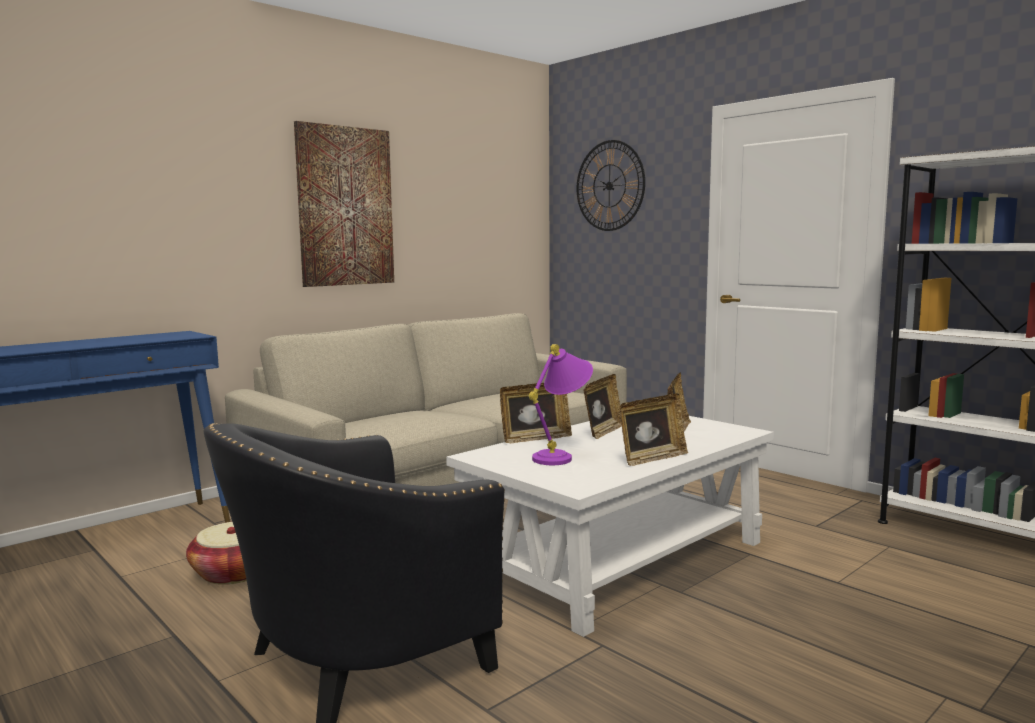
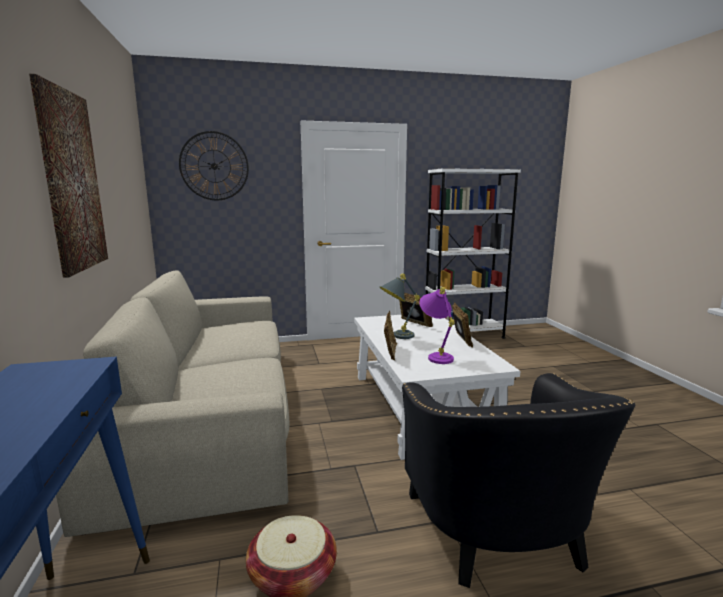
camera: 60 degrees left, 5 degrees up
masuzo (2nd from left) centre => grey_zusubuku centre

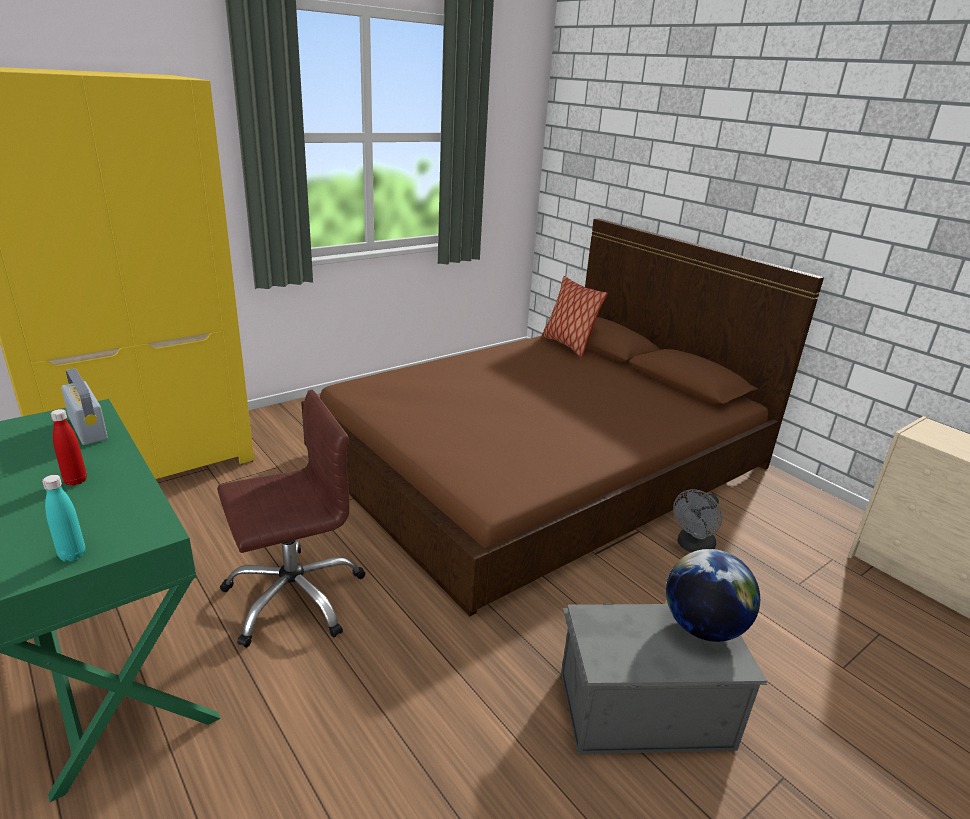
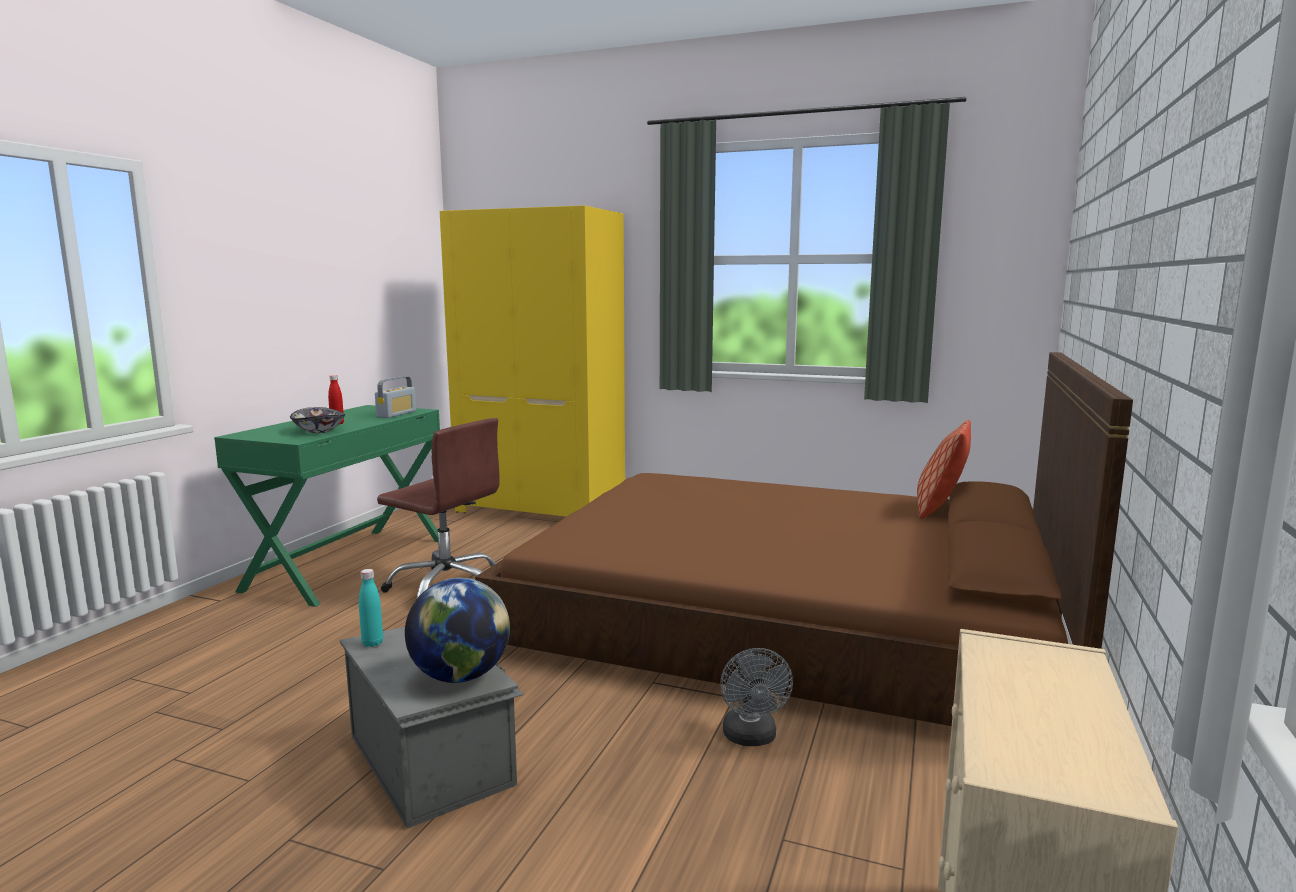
camera: 60 degrees right, 15 degrees down
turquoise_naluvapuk middle left => turquoise_naluvapuk bottom left, moved
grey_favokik middle right => grey_favokik bottom centre, 105 degrees counterclockwise
nothing => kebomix middle left

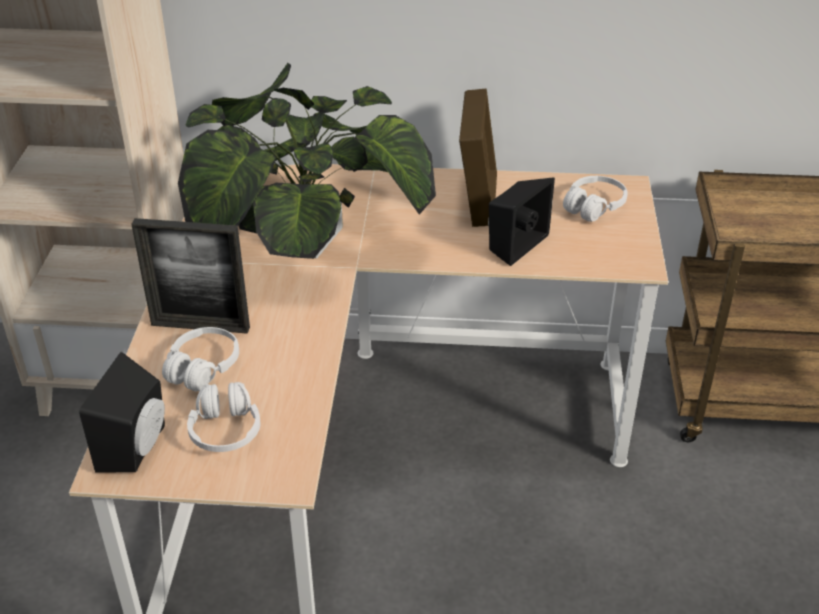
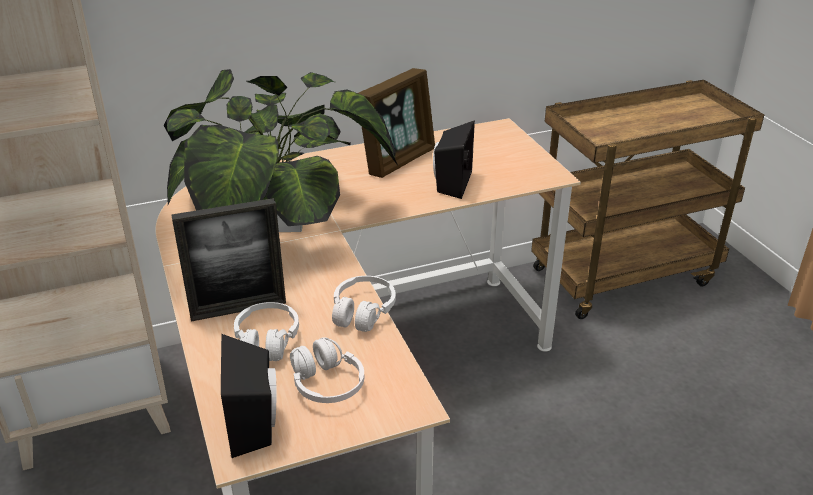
camera: 25 degrees left, 5 degrees down
masuzo (2nd from left) top centre, 60 degrees clockwise
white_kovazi (3rd from left) top right => white_kovazi (3rd from left) centre, moved

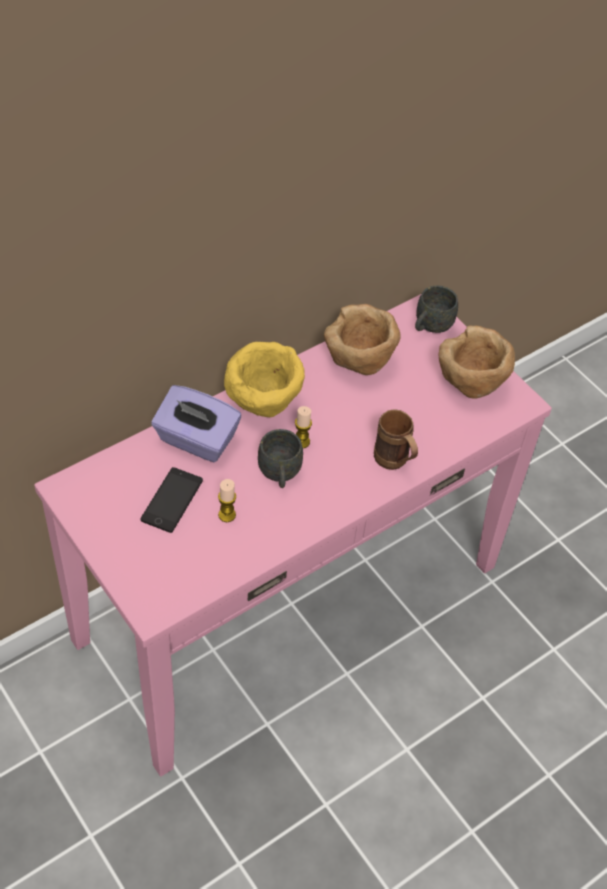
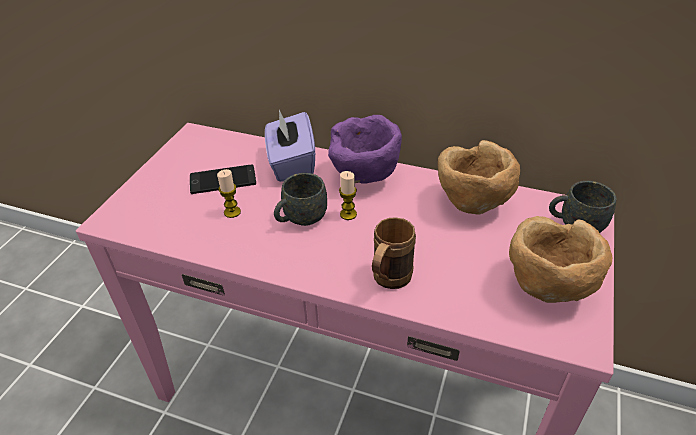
camera: 60 degrees right, 10 degrees down
yellow_kebomix centre => purple_kebomix centre

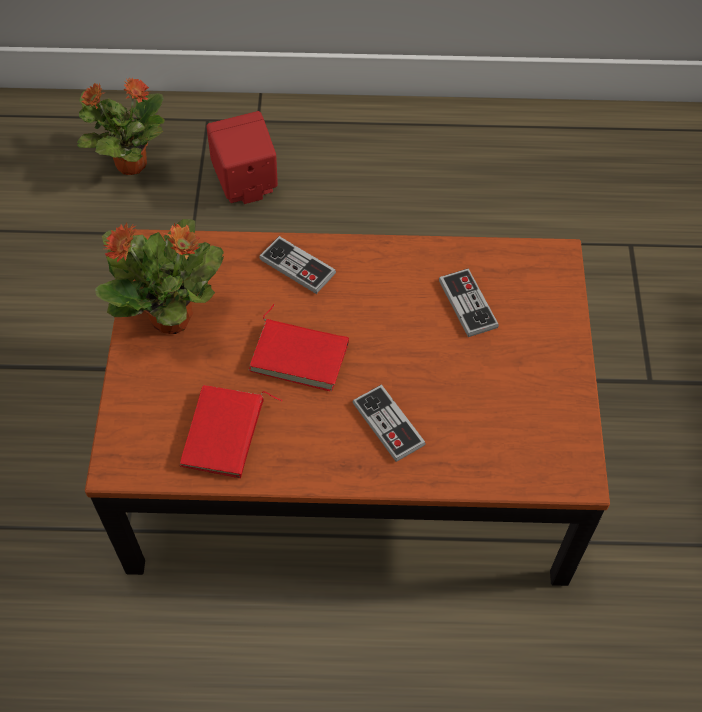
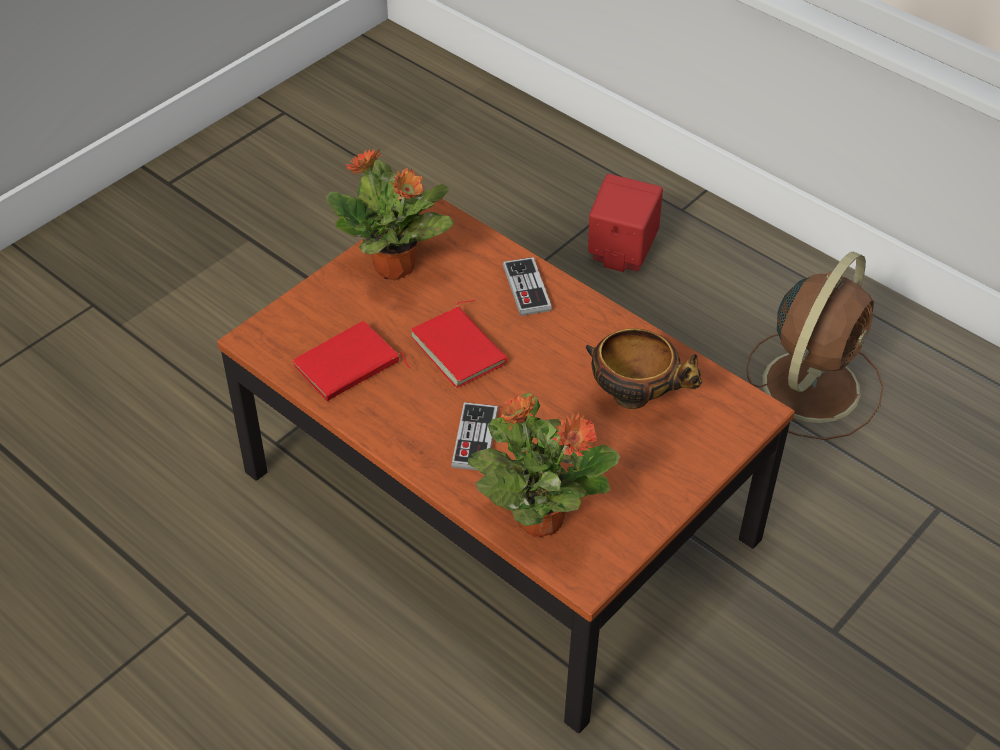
camera: 40 degrees right, 10 degrees down
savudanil (1st from left in the first image) top left => savudanil (2nd from left) centre, moved
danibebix (3rd from left) middle right => kebomix centre
nothing => brown_favokik middle right

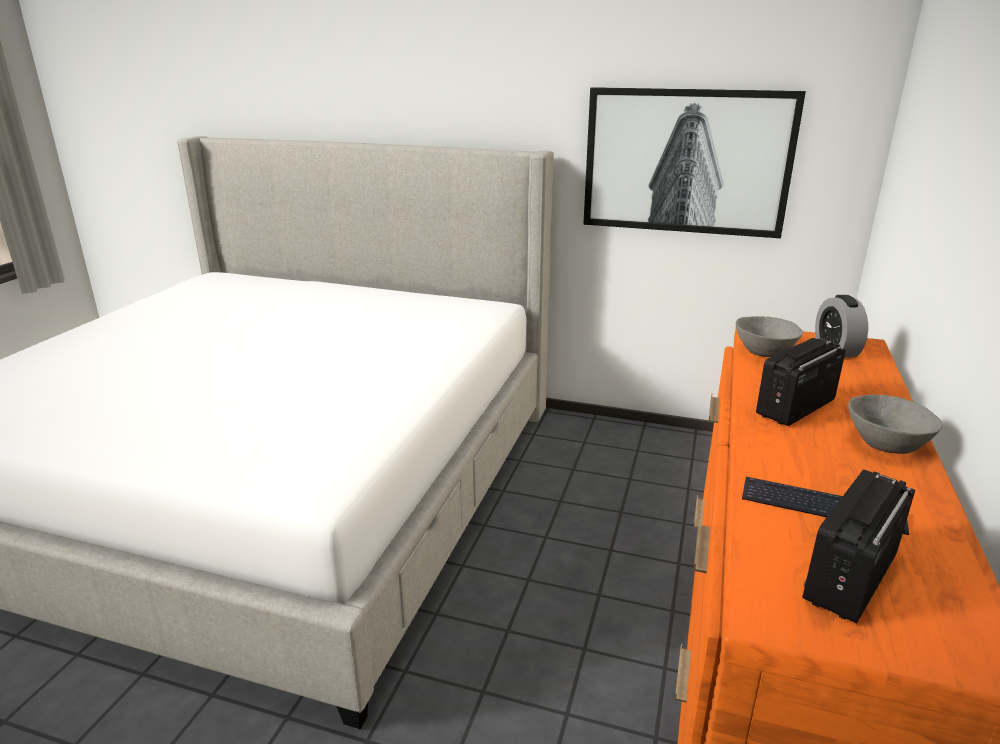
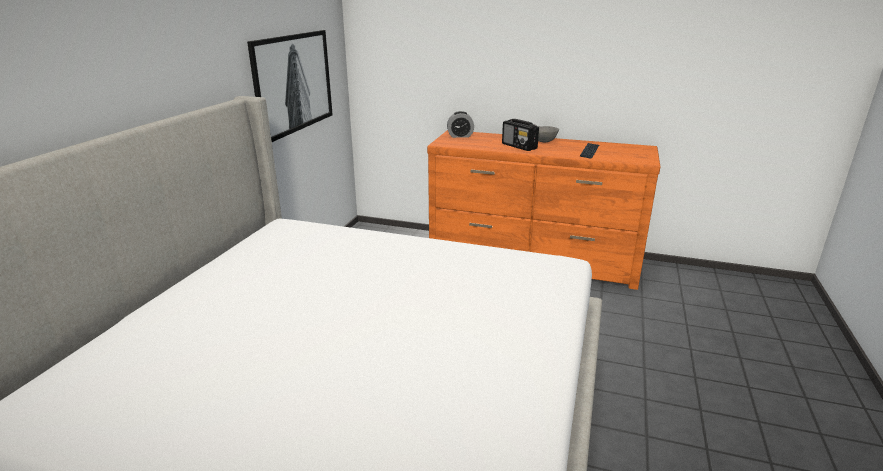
camera: 90 degrees left, 0 degrees up
grey_kebomix (1st from left) middle right => nothing
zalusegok (2nd from left) bottom right => nothing

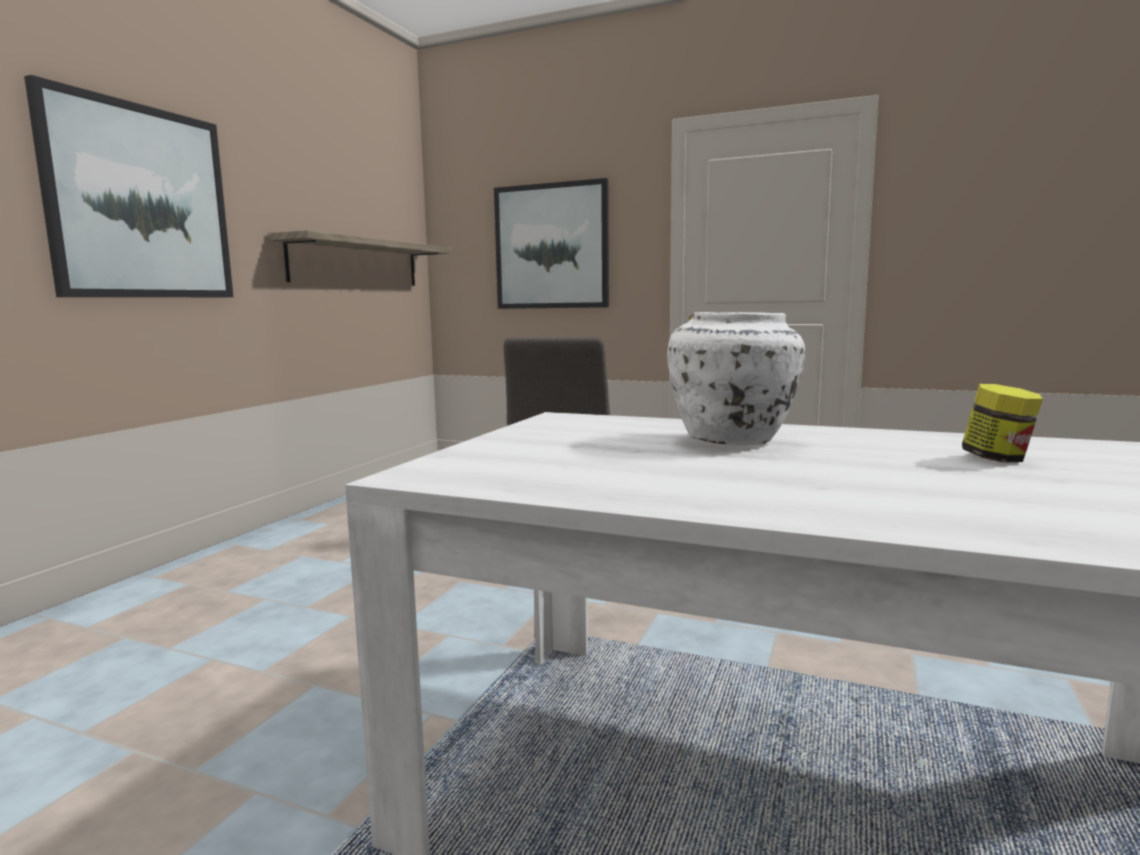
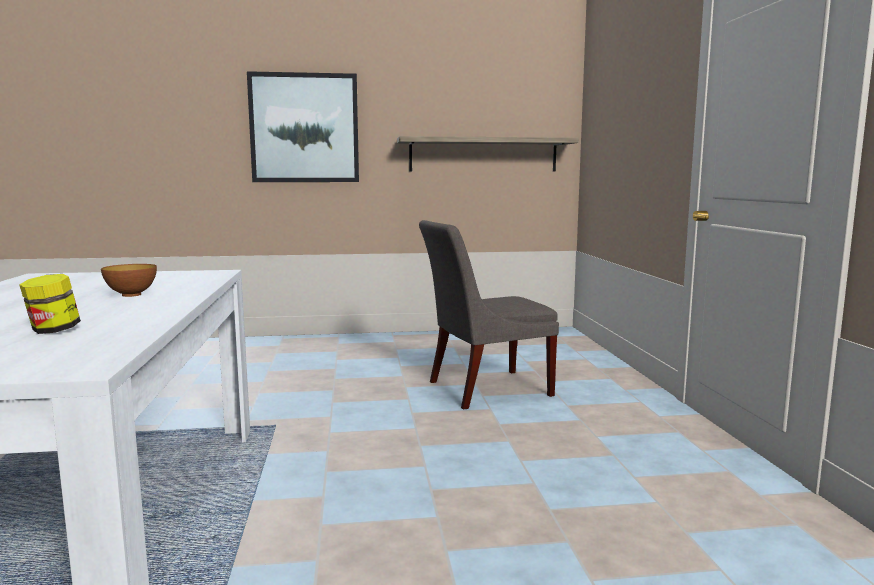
camera: 60 degrees right, 0 degrees up
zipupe (2nd from left) top centre => nothing
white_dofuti centre => kebomix middle left

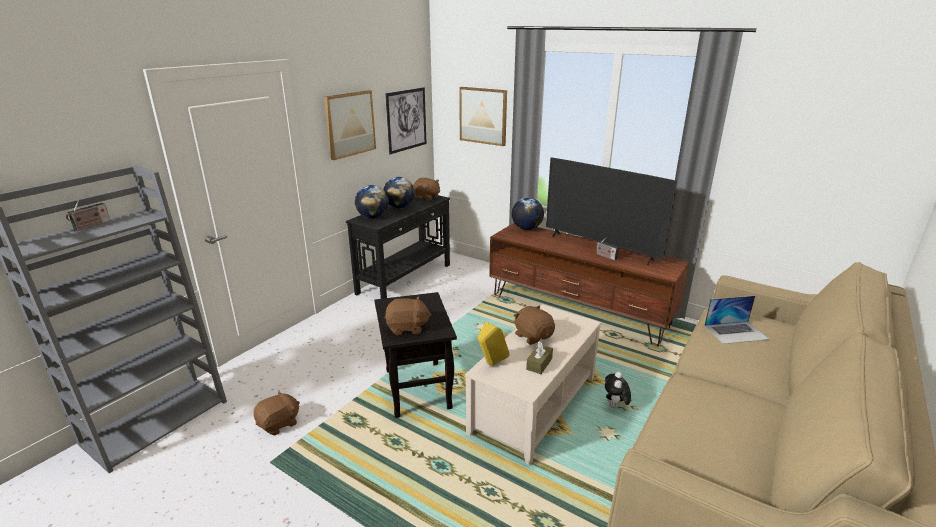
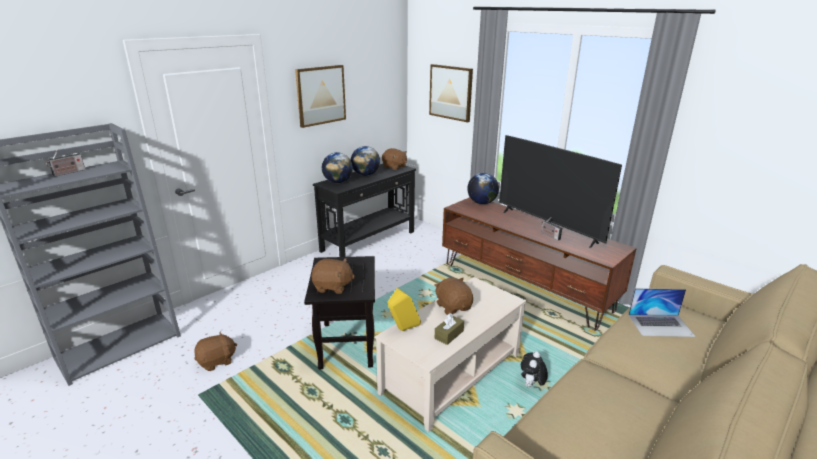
camera: 10 degrees right, 0 degrees up
zipupe (2nd from left) top centre => nothing

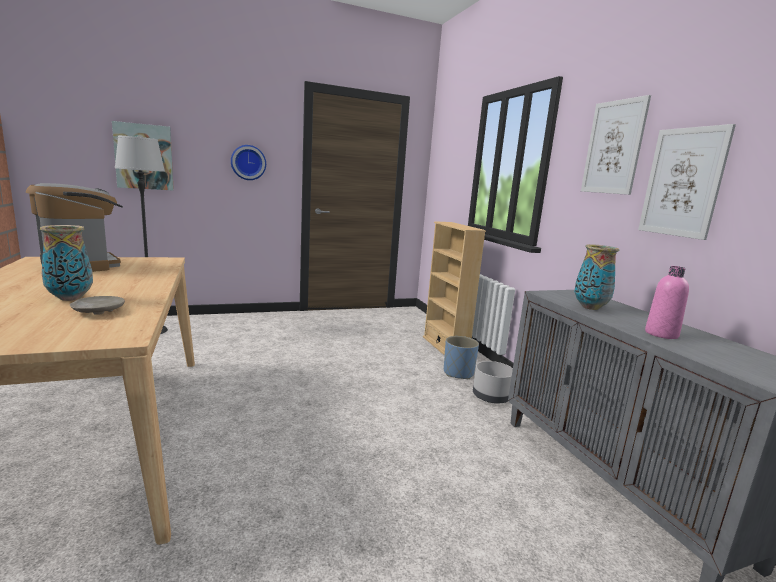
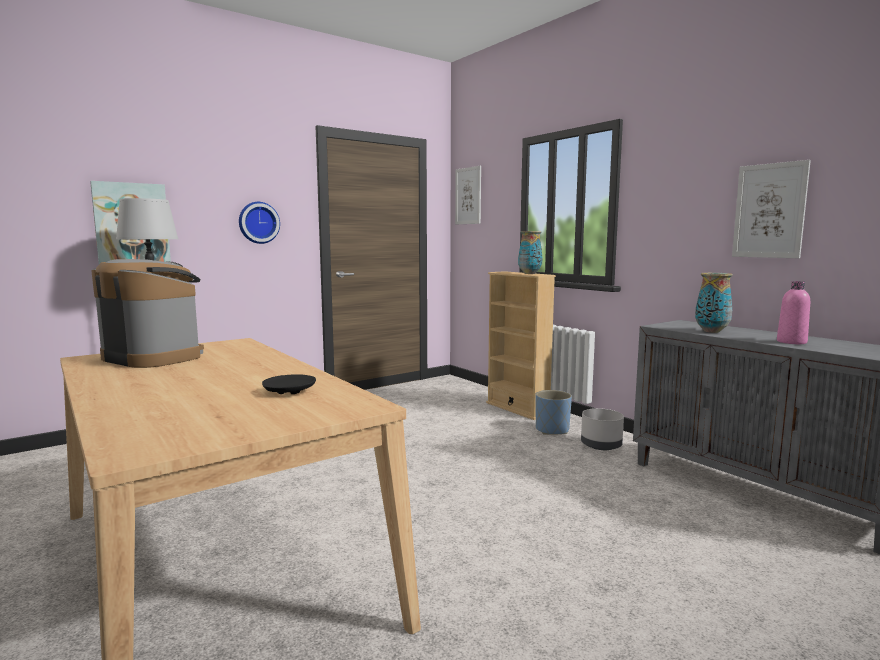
camera: 15 degrees left, 5 degrees down
zipupe (2nd from left) top right => zipupe (2nd from left) top centre, moved
dofuti (1st from left) middle left => dofuti (1st from left) centre, moved
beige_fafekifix middle left => black_fafekifix middle left

